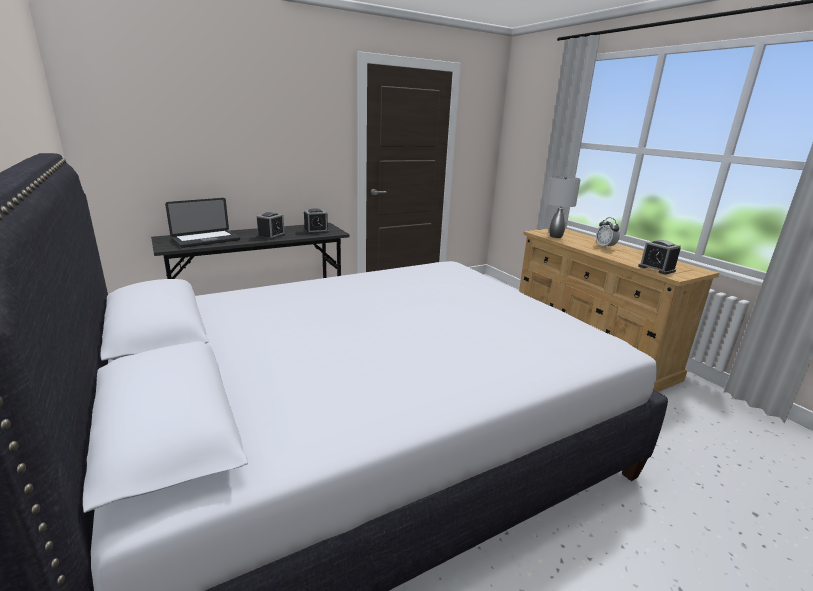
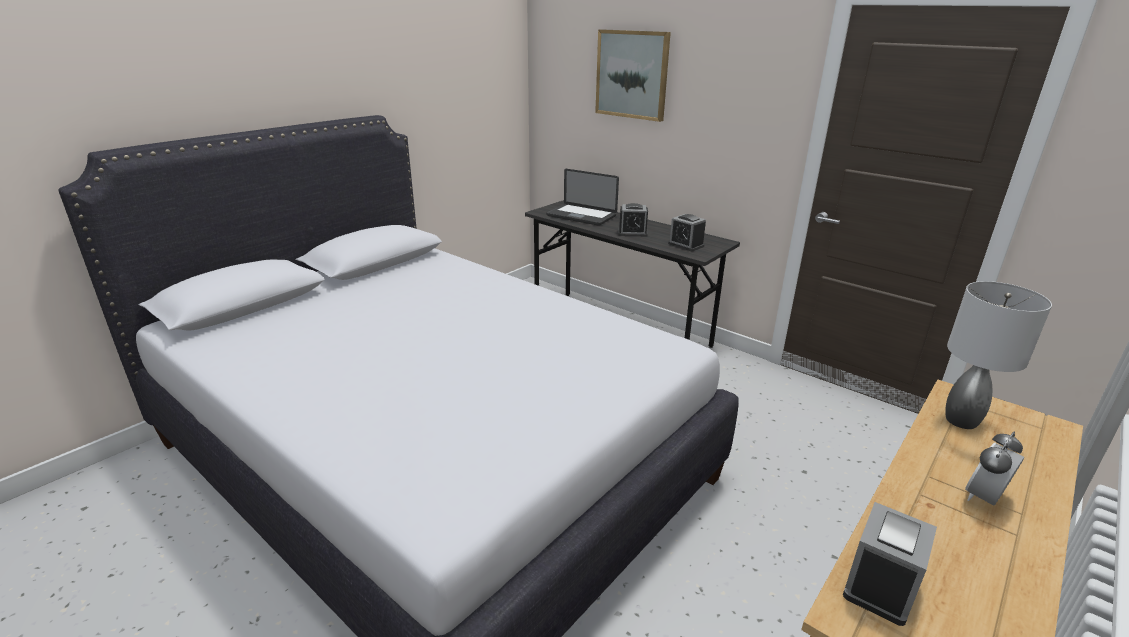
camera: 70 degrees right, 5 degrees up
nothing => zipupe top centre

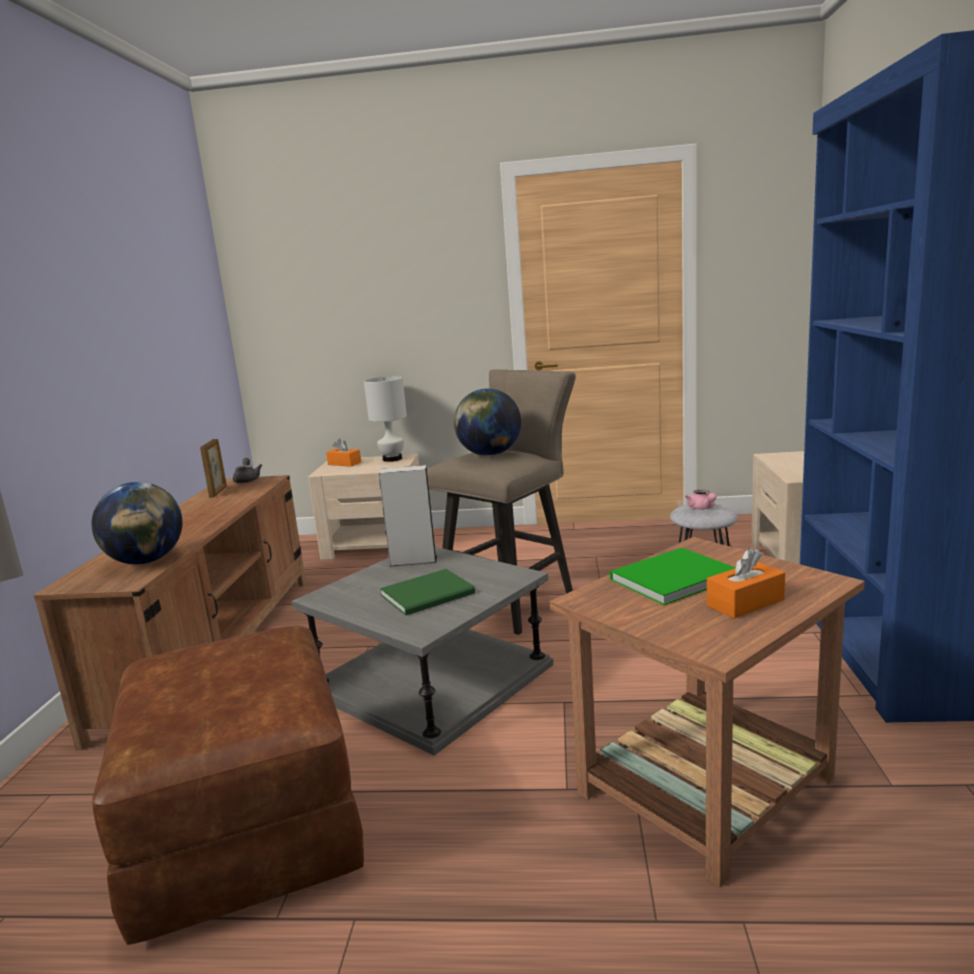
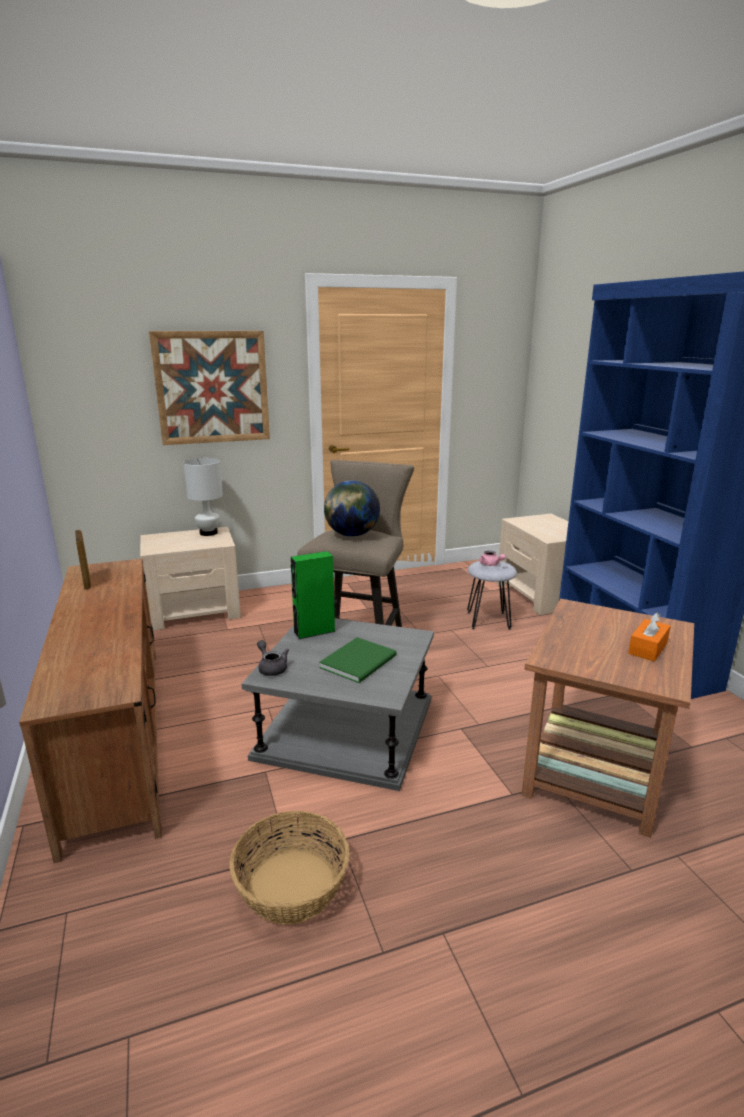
camera: 25 degrees left, 5 degrees up
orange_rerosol (1st from left) centre => nothing
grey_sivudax middle left => grey_sivudax centre, moved
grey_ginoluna centre => green_ginoluna centre
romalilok (1st from left) middle left => nothing
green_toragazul (2nd from left) middle right => nothing
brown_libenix bottom left => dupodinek bottom centre
nothing => zipupe middle left

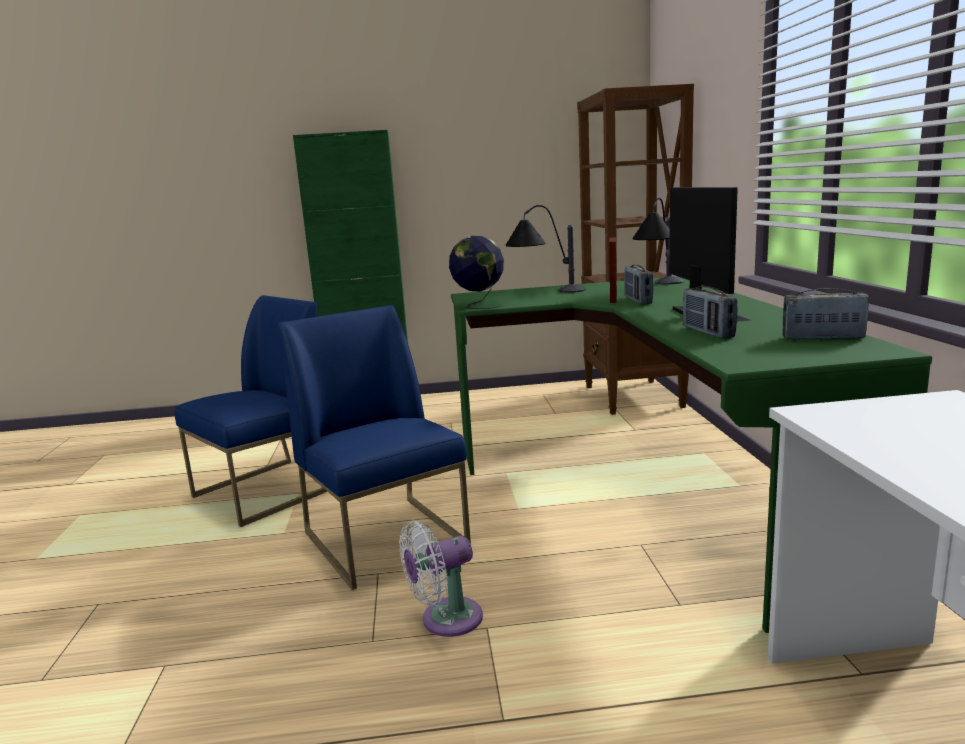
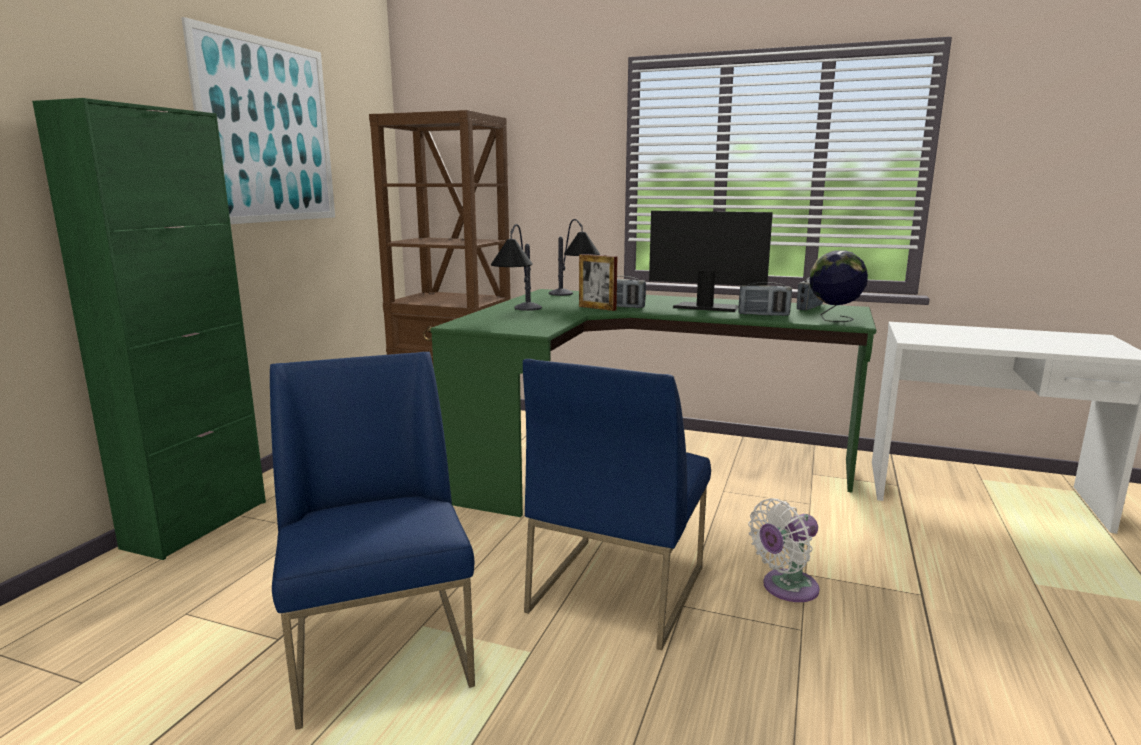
camera: 65 degrees left, 0 degrees up
romalilok centre => romalilok middle right, moved
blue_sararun (2nd from left) centre => blue_sararun (2nd from left) bottom centre, 60 degrees counterclockwise
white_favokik bottom centre => white_favokik bottom right, 60 degrees clockwise
nothing => zipupe top left

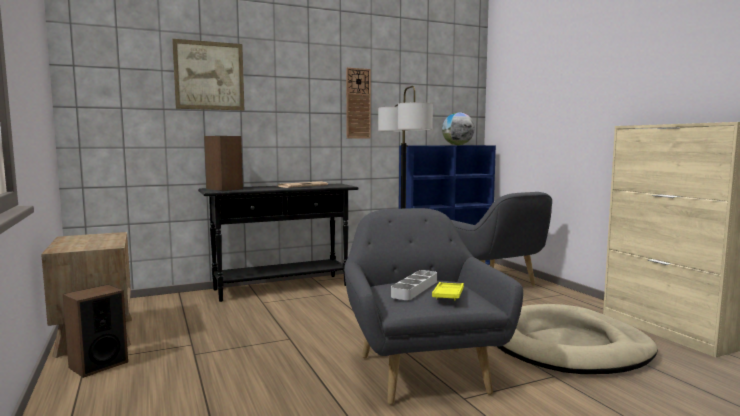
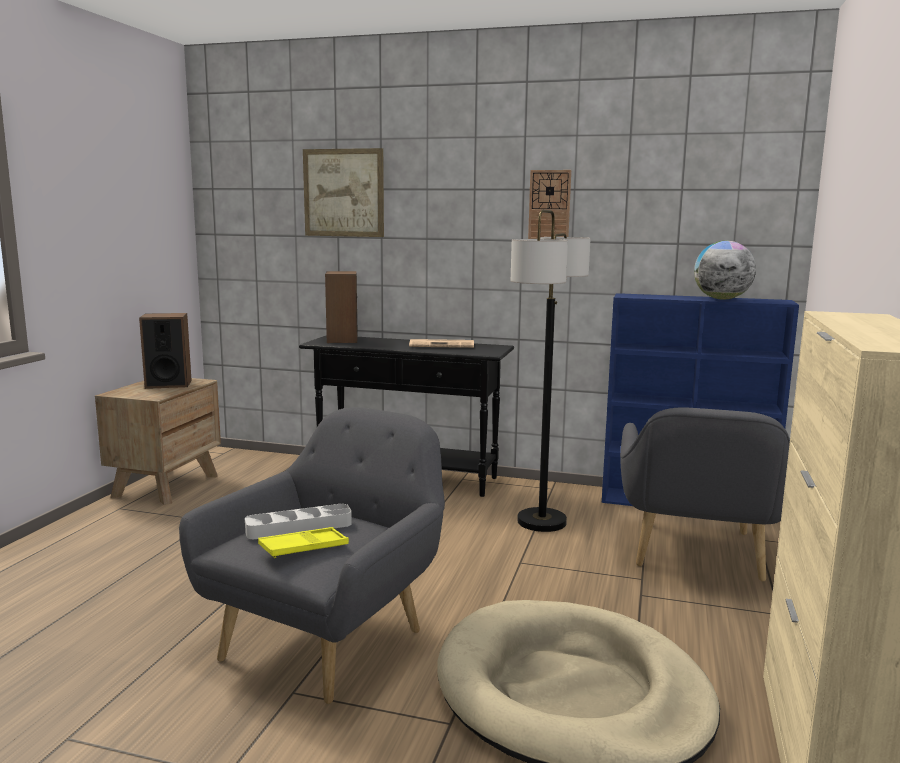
camera: 40 degrees right, 5 degrees up
ginoluna (1st from left) bottom left => ginoluna (1st from left) middle left, moved

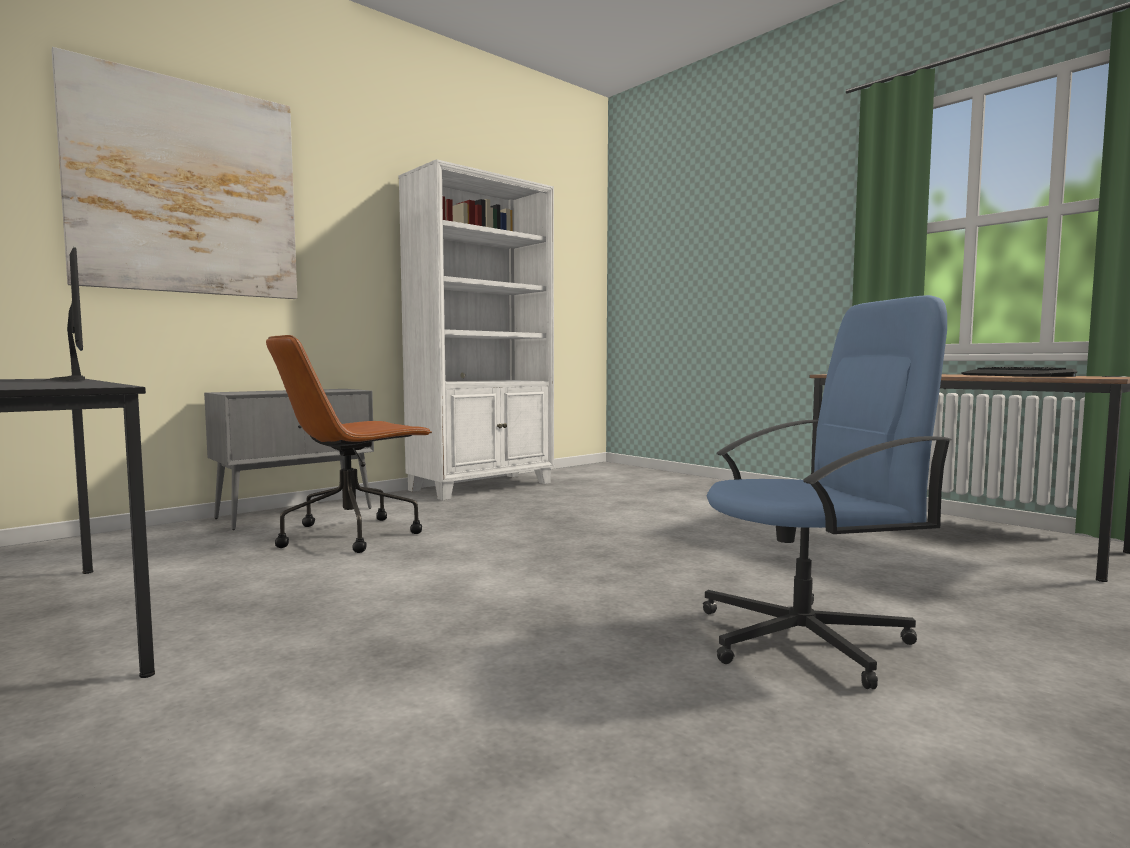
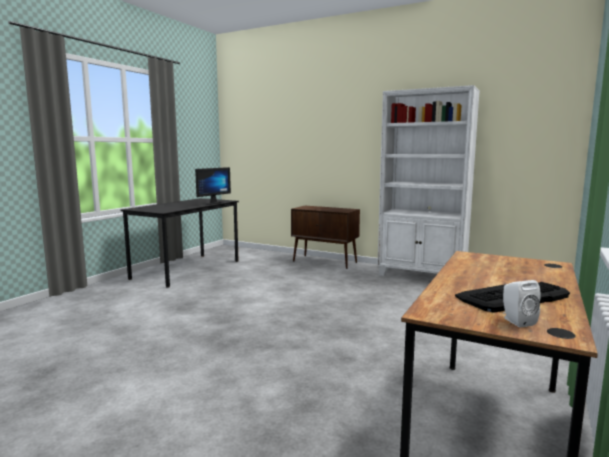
camera: 70 degrees right, 5 degrees up
zipupe top left => nothing
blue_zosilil middle right => nothing
brown_zosilil middle left => nothing
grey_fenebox middle left => brown_fenebox centre
nothing => white_ginoluna middle right

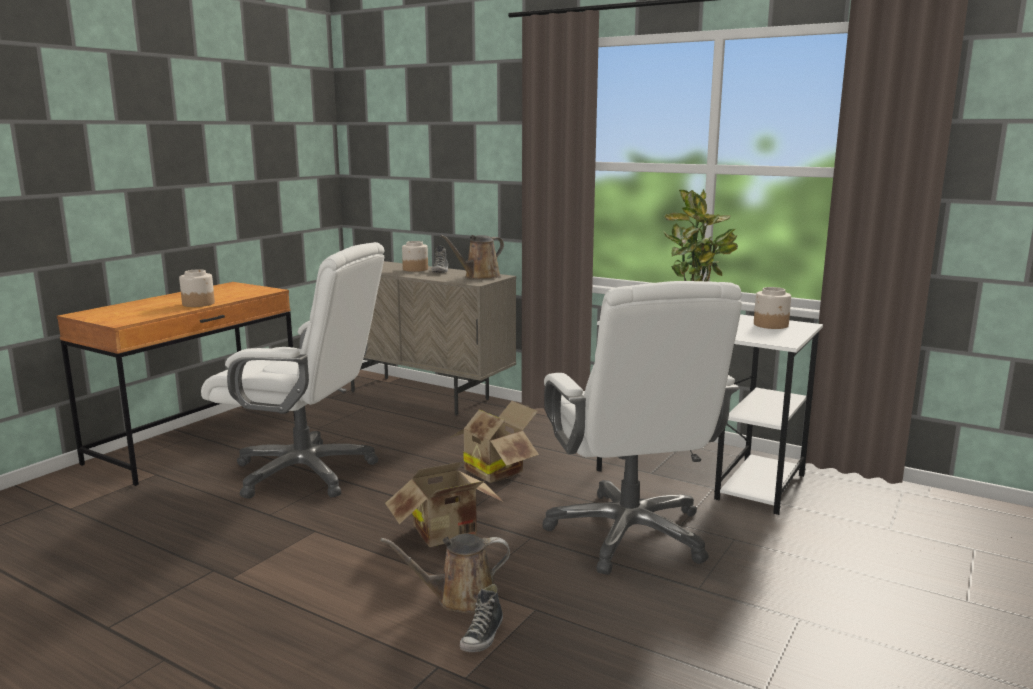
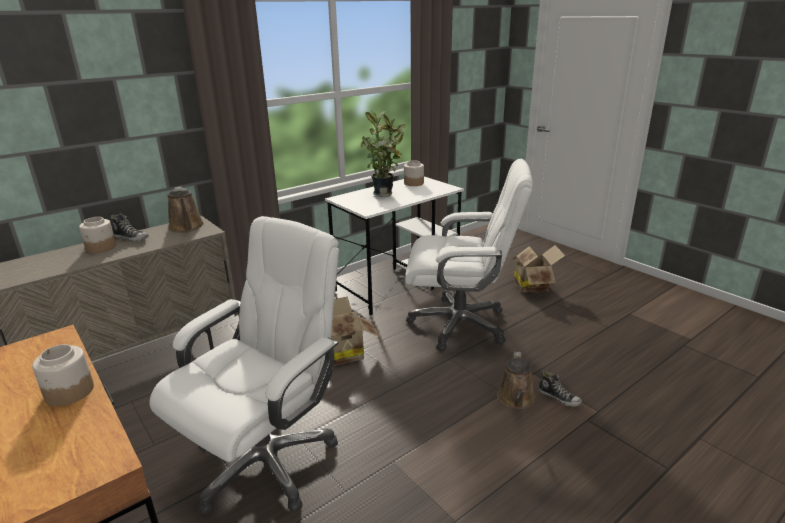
camera: 70 degrees left, 10 degrees up
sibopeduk (1st from left in the first image) bottom centre => sibopeduk (2nd from left) middle right, moved

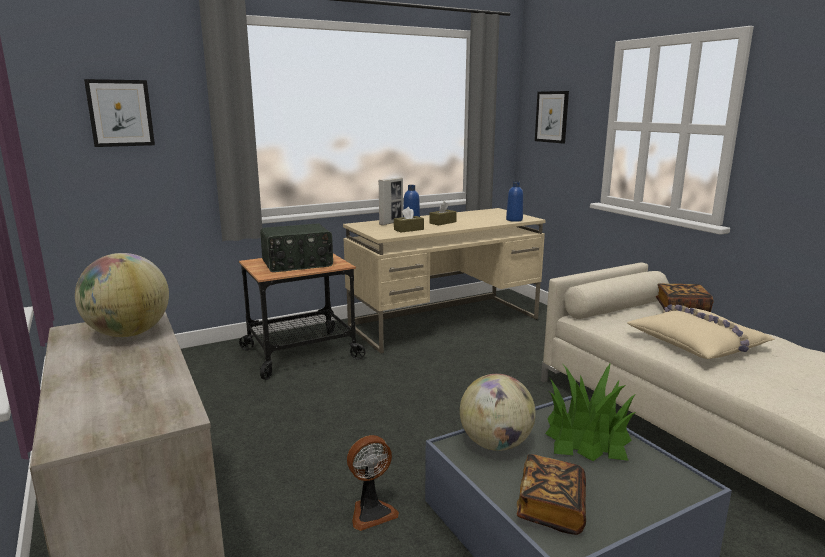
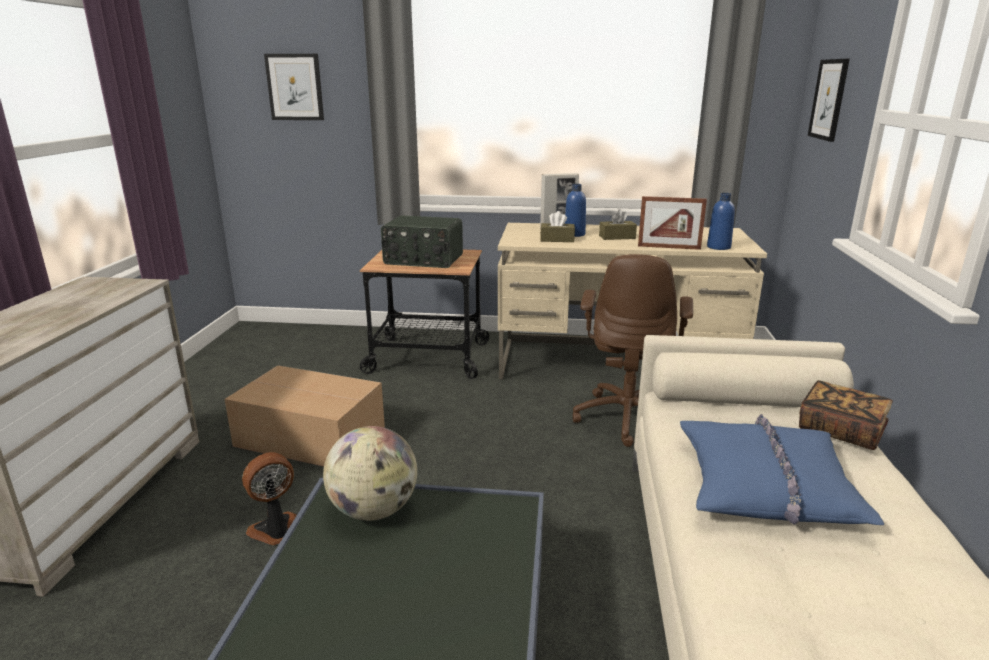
camera: 35 degrees right, 5 degrees up
romalilok (1st from left) middle left => nothing
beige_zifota middle right => blue_zifota bottom right
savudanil bottom right => nothing
favokik bottom centre => favokik bottom left, 135 degrees clockwise
toragazul (1st from left) bottom right => nothing
nothing => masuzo (2nd from left) middle right
nothing => brown_zosilil centre
nothing => sibopeduk middle left

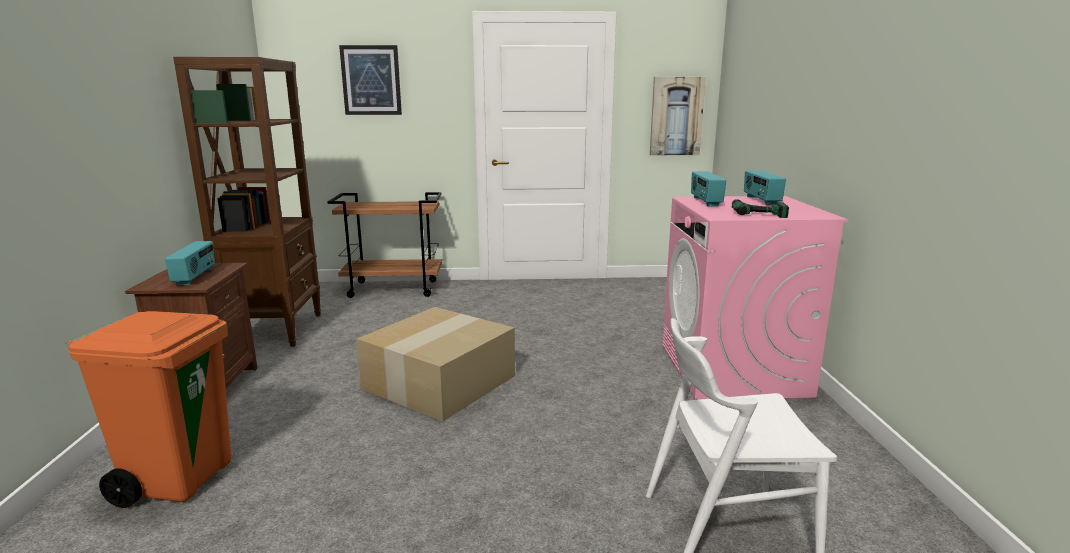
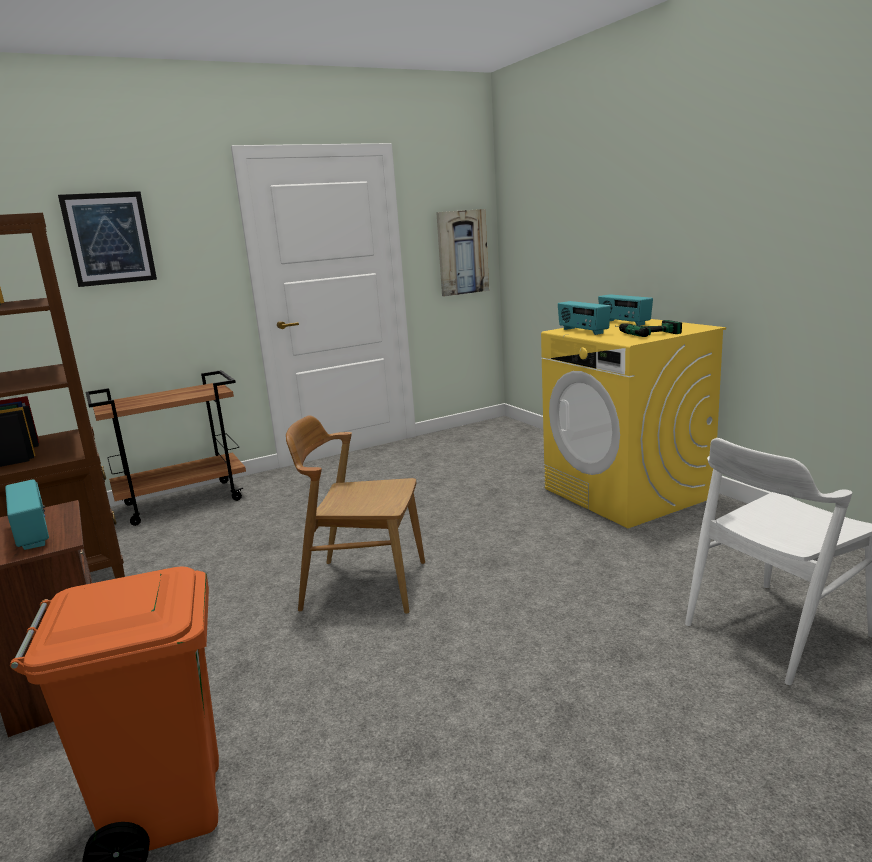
camera: 25 degrees left, 0 degrees up
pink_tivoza middle right => yellow_tivoza middle right
sibopeduk centre => brown_sararun centre

